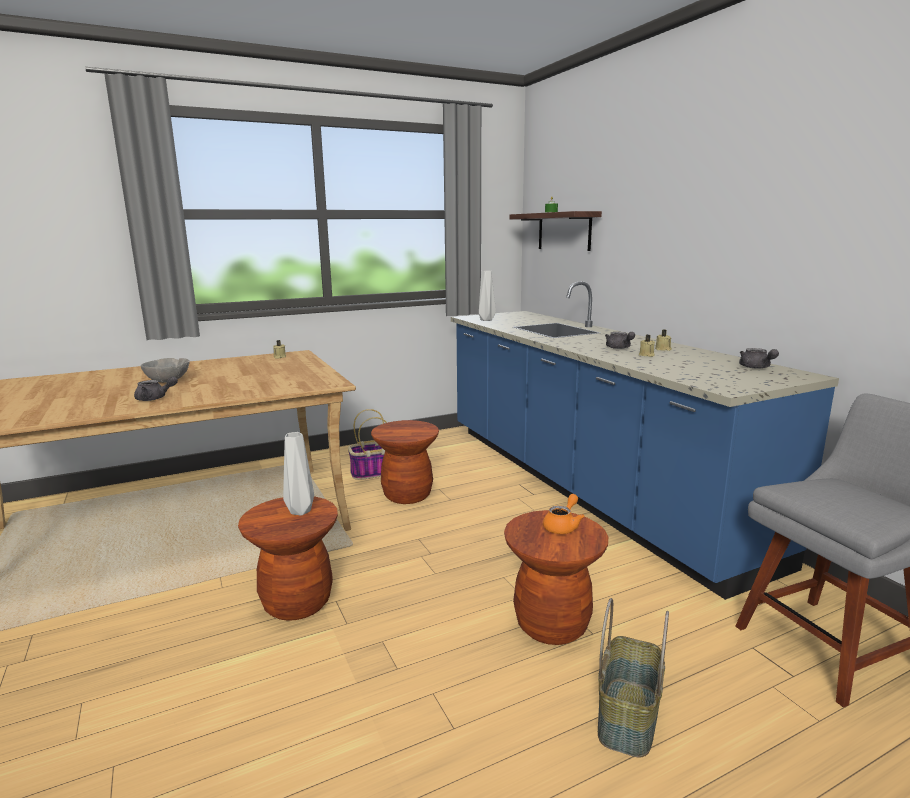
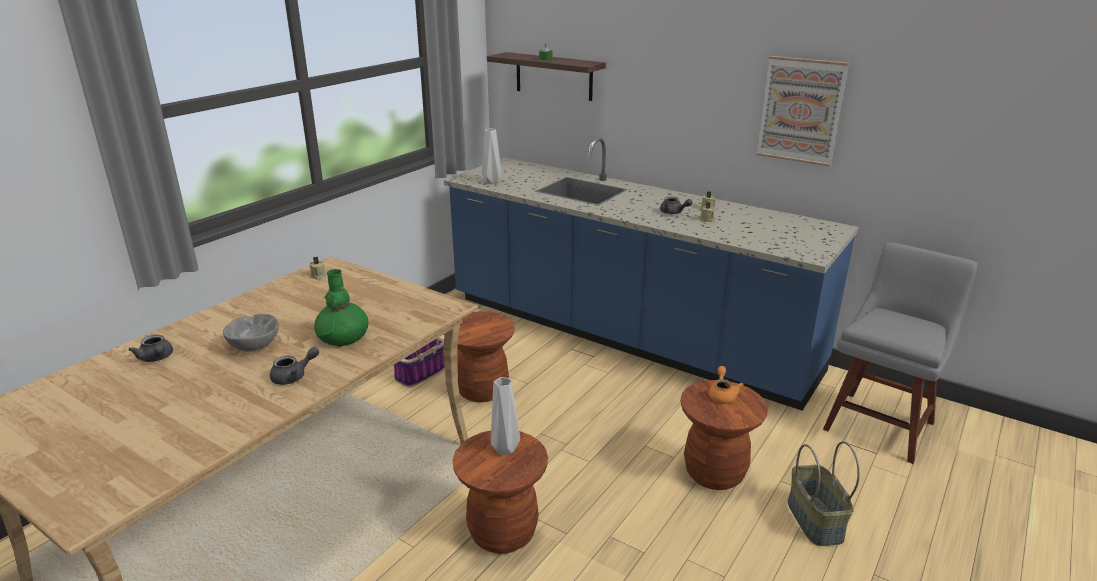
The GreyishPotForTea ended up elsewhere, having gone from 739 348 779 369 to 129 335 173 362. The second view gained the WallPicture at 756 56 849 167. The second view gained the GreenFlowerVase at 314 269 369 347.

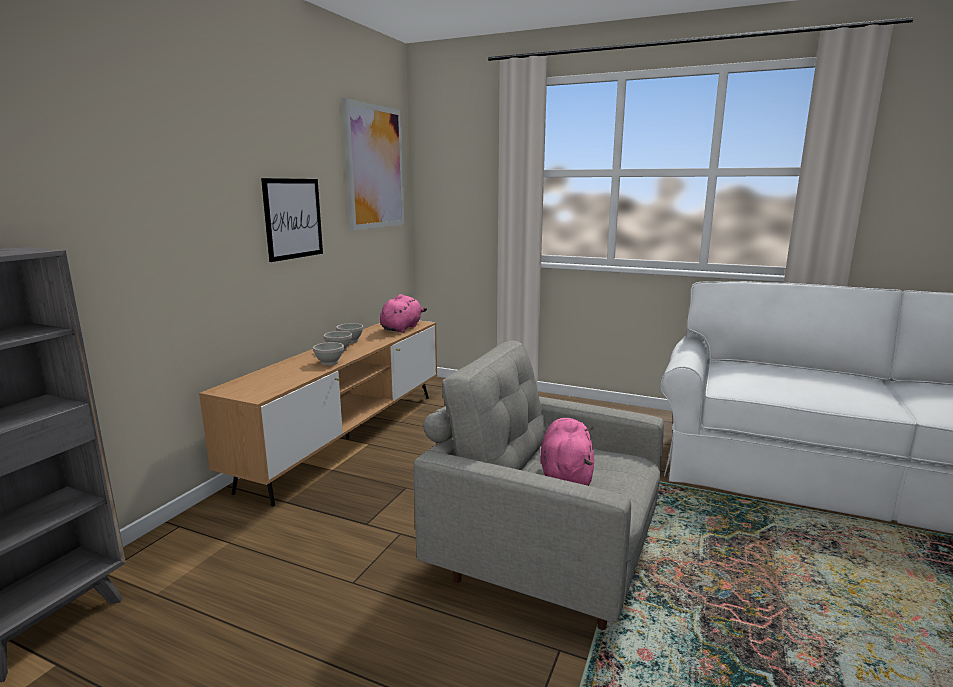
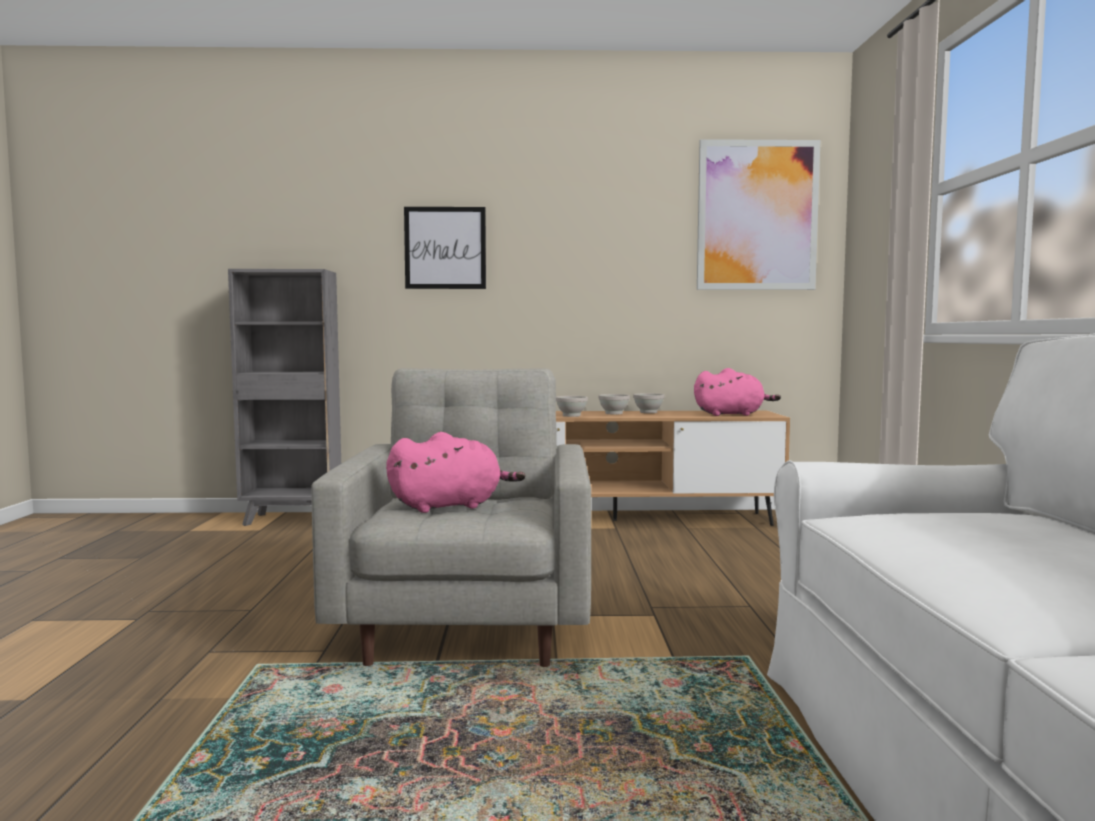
The WallPicture ended up elsewhere, having gone from 261 178 323 262 to 404 207 486 289.

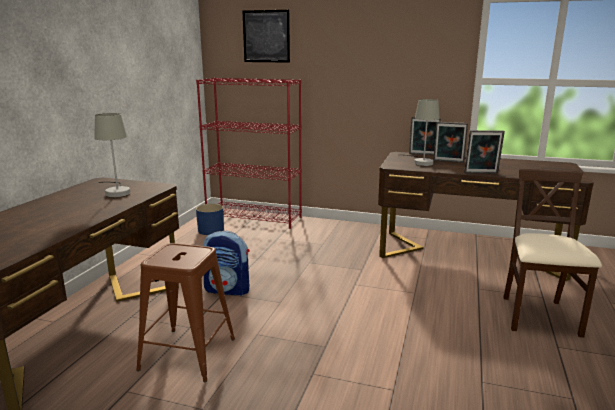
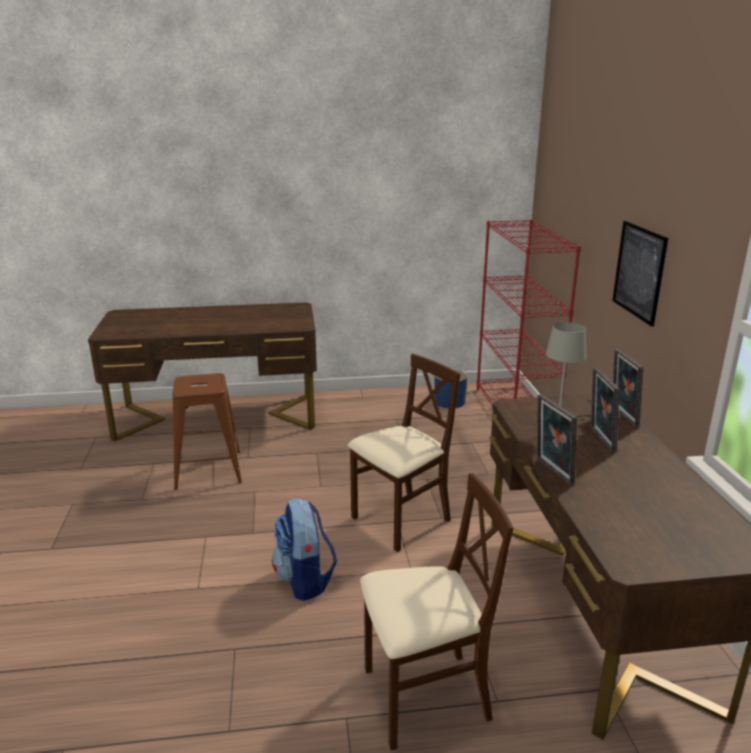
The WallPicture ended up elsewhere, having gone from 243 10 290 63 to 612 221 668 327. The second view lost the GreyishLampForATable at 94 113 130 198. The Knapsack ended up elsewhere, having gone from 203 231 249 296 to 272 497 337 601. The second view gained the SandColouredUprightChair at 348 354 460 552.

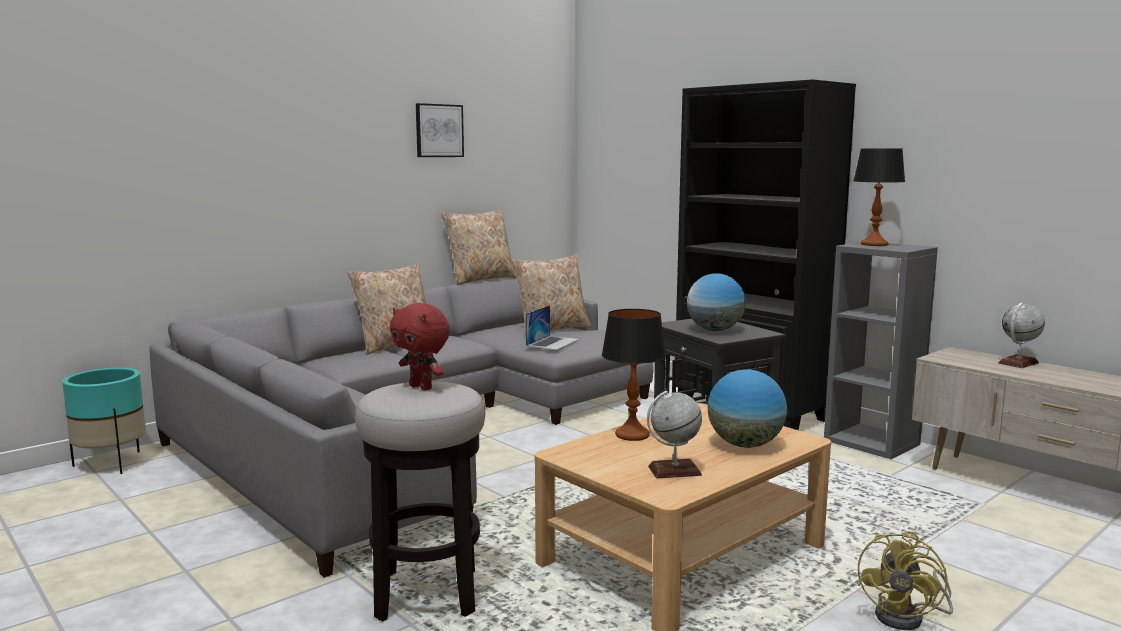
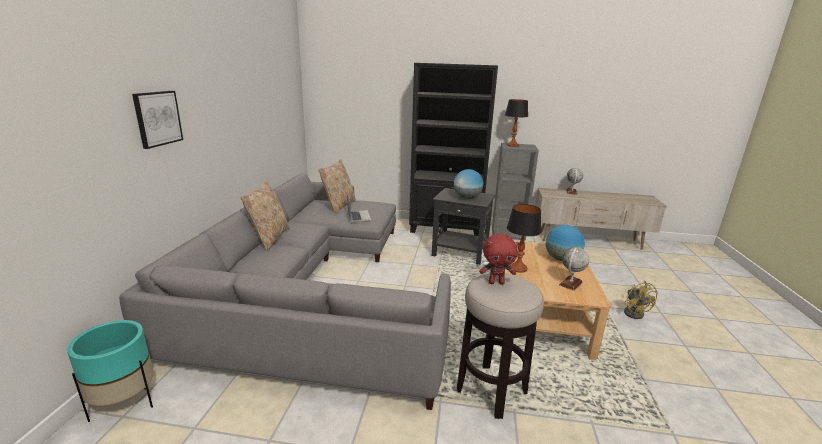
The WallPicture ended up elsewhere, having gone from 416 103 464 157 to 132 91 183 149. The second view lost the SandColouredThrowPillow at 441 209 516 285.

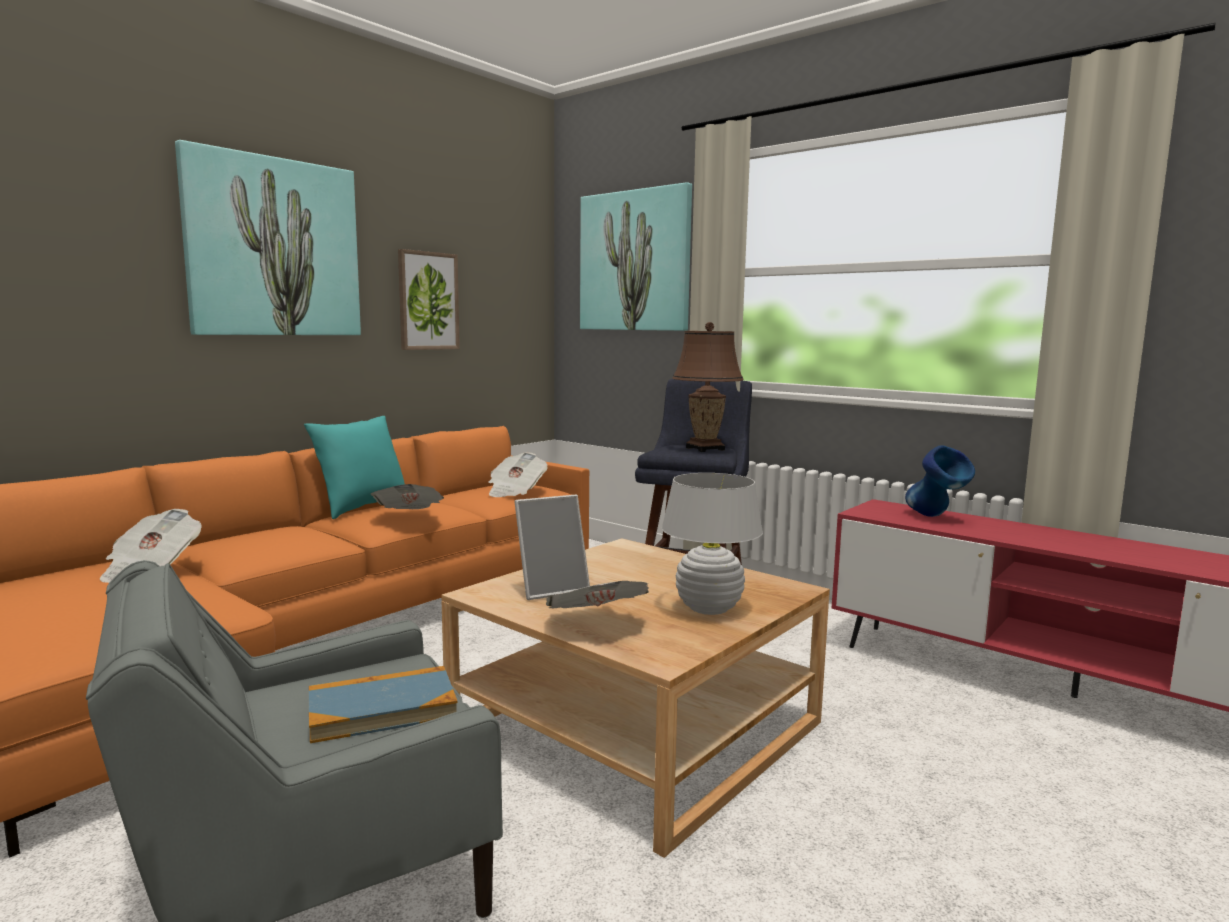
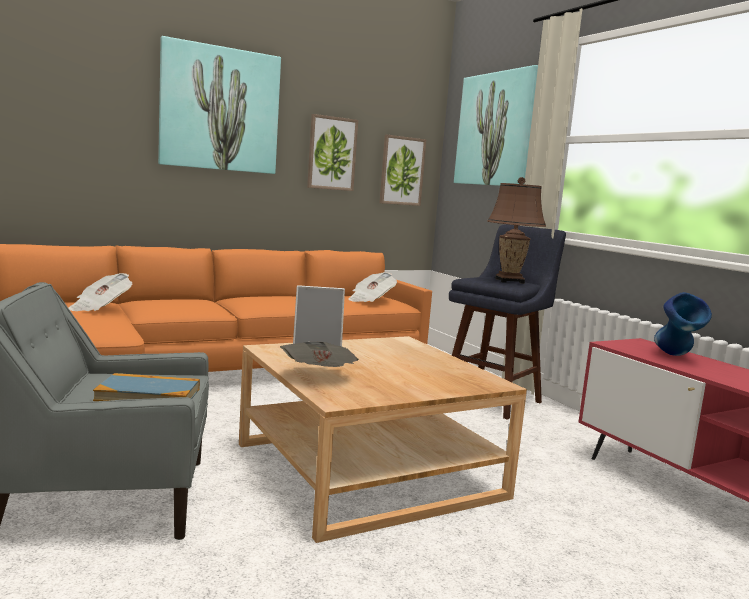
The second view lost the TurquoiseColouredThrowPillow at 304 416 405 519. The second view lost the WhiteColouredLampForATable at 662 473 763 615. The second view lost the PrintedPaper at 370 484 444 509. The second view gained the WallPicture at 379 135 426 206.

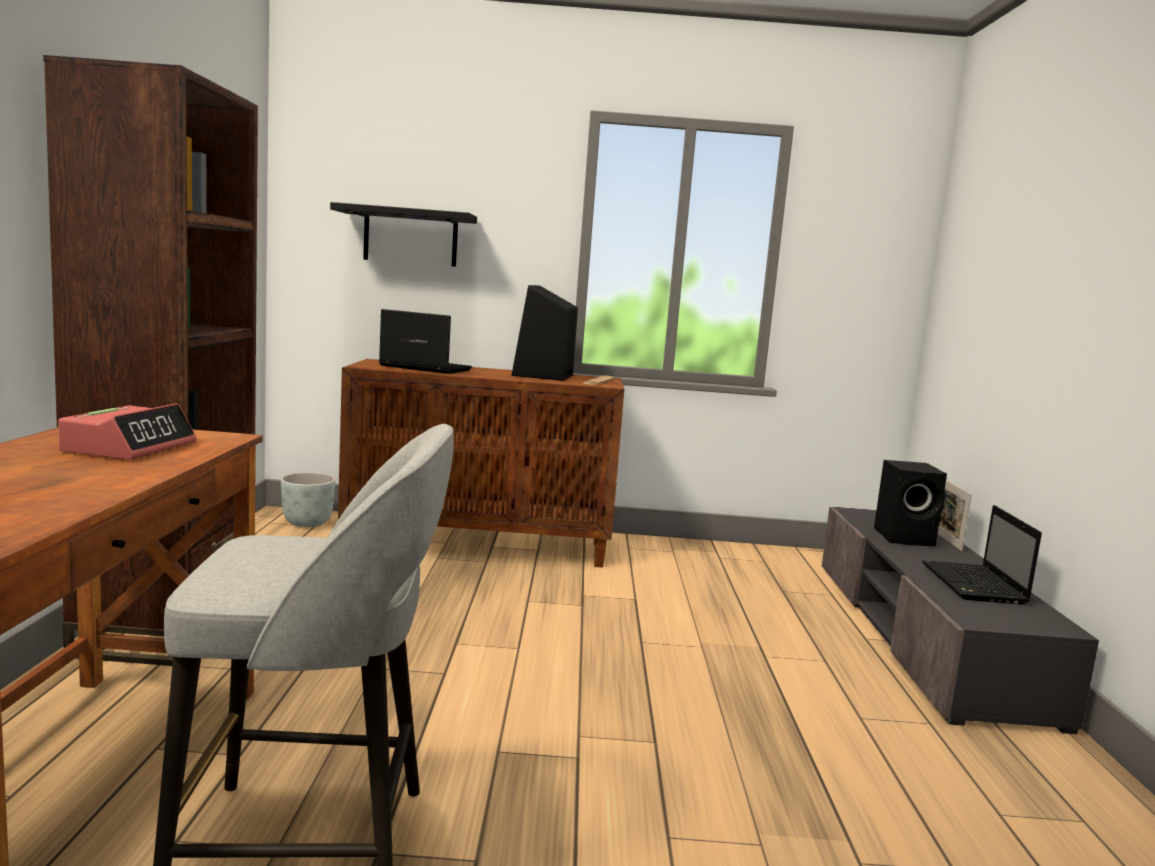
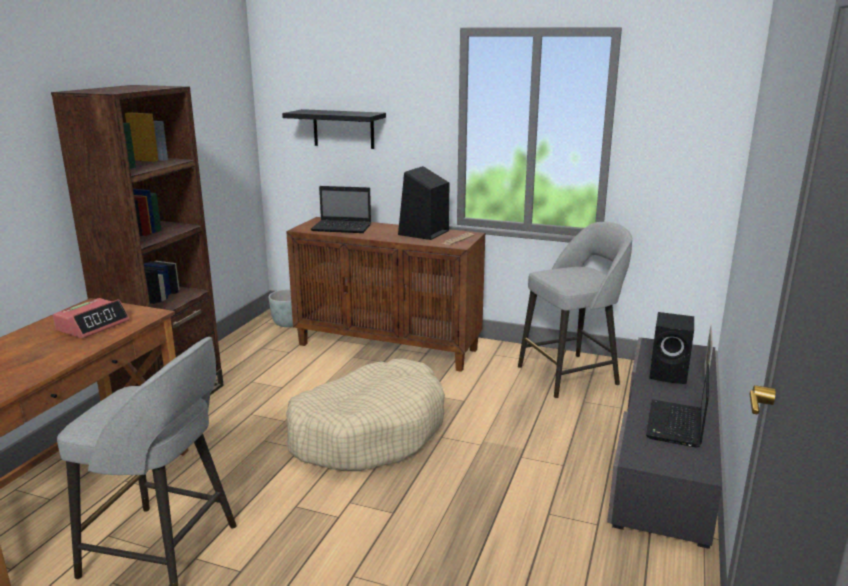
The NotebookComputer at 379 309 472 374 ended up facing another way, 150 degrees clockwise from before. The second view gained the GreyishStoolSeat at 518 222 632 398. The second view gained the SandColouredPetBed at 286 359 445 471.

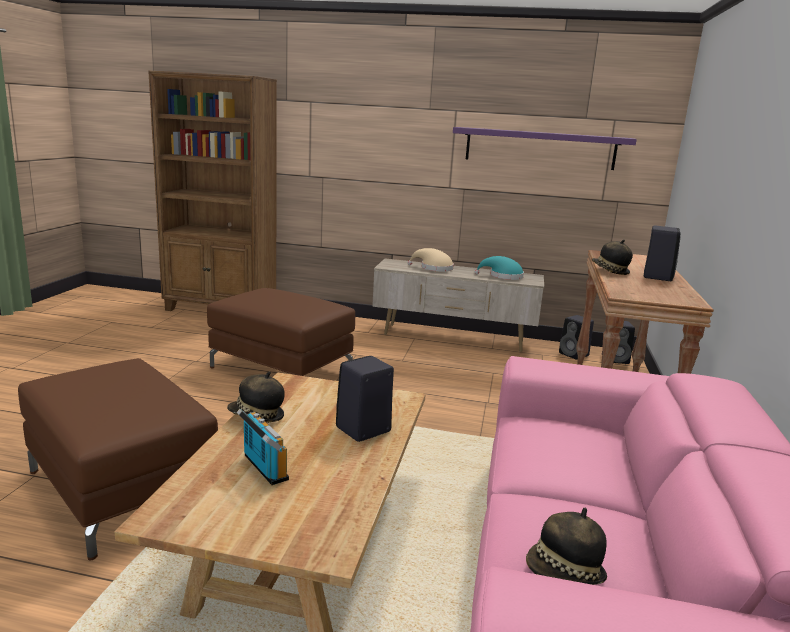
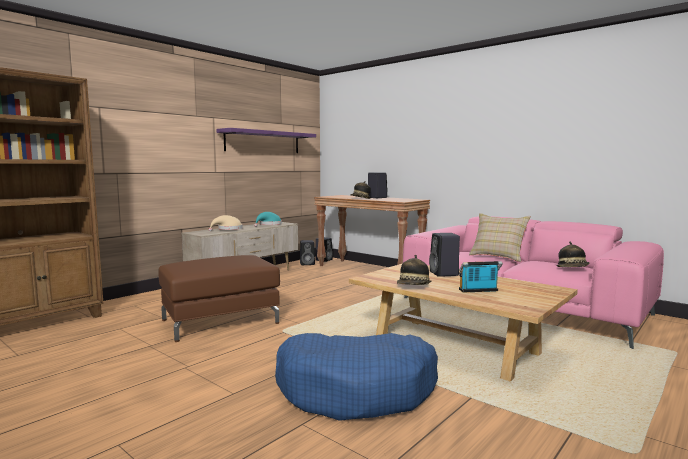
Where the BrownFootrest stood at 18 358 218 560, the BluishPetBed came to stand at 275 333 438 421. The second view gained the SandColouredThrowPillow at 469 213 531 262.

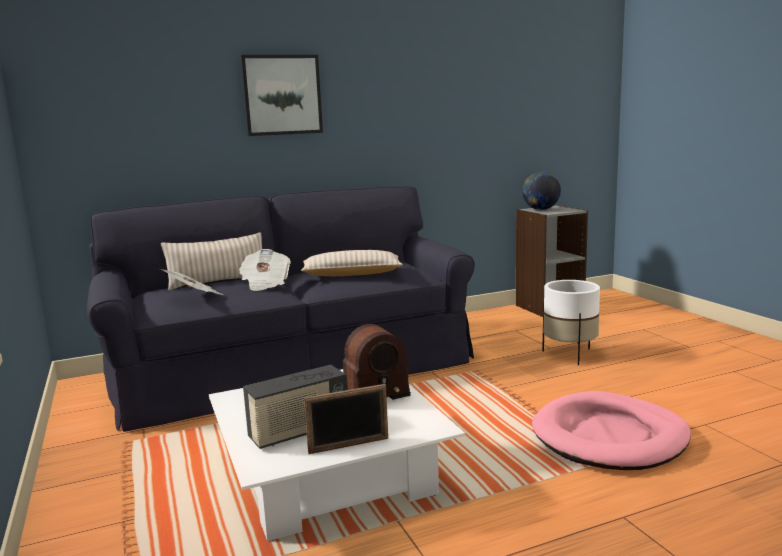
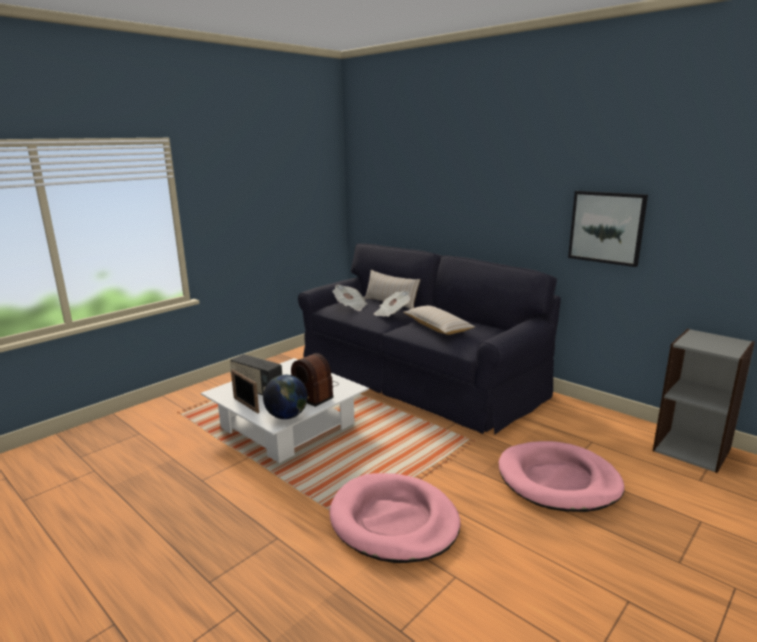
The WallPicture ended up elsewhere, having gone from 240 55 323 136 to 568 191 648 267. The WorldGlobe ended up elsewhere, having gone from 522 172 561 210 to 263 375 308 419. Where the WhiteColouredPlanter stood at 542 280 600 365, the PinkColouredPetBed came to stand at 499 441 625 512.

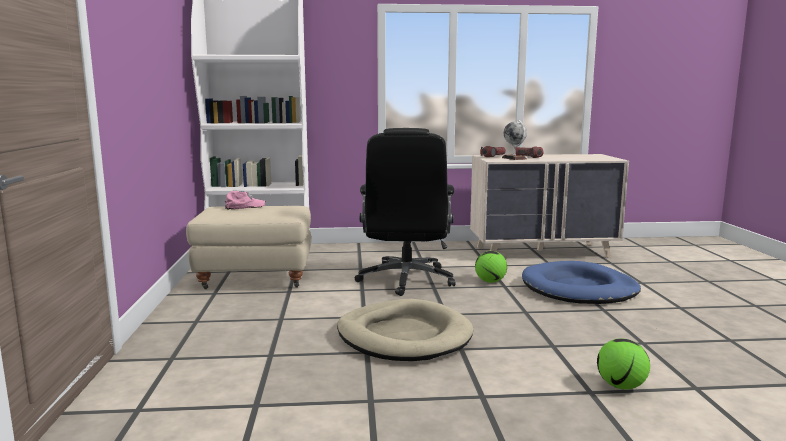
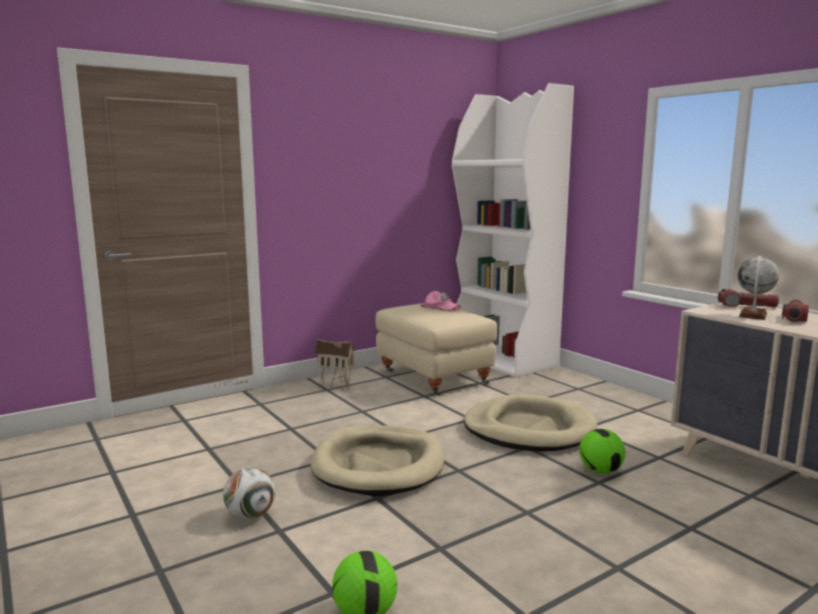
Where the BlackishOfficeChair stood at 354 128 456 296, the SandColouredPetBed came to stand at 464 394 598 451. The second view lost the BluishPetBed at 522 261 641 304. The second view gained the ModelHouse at 315 339 356 391. The second view gained the BallForFootball at 223 467 275 520.

